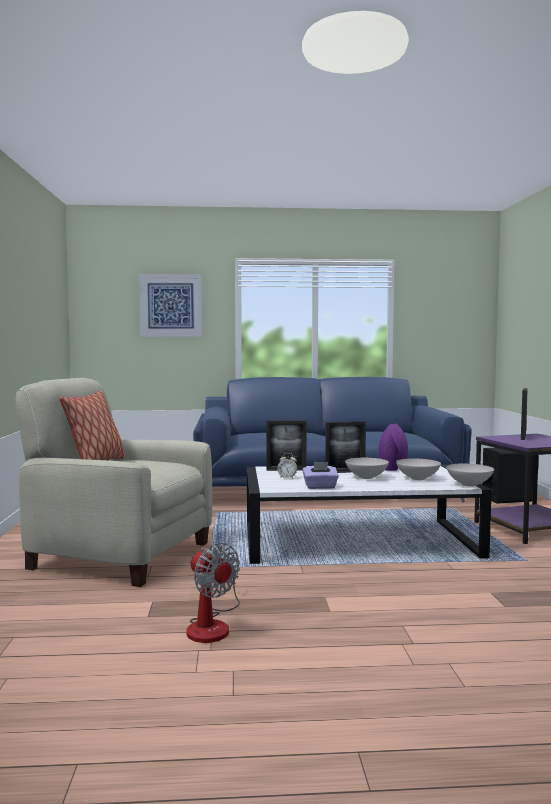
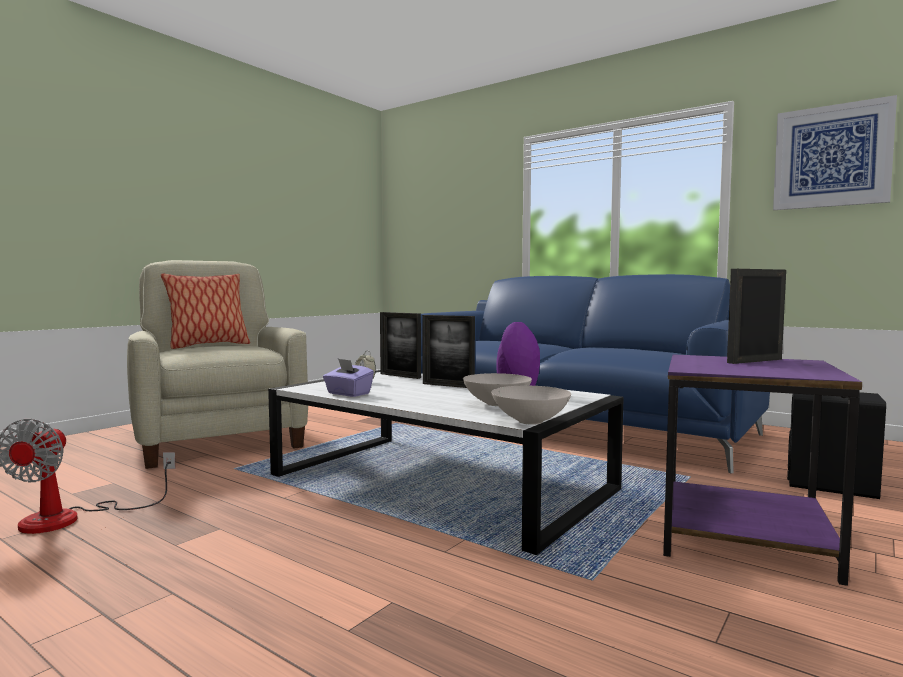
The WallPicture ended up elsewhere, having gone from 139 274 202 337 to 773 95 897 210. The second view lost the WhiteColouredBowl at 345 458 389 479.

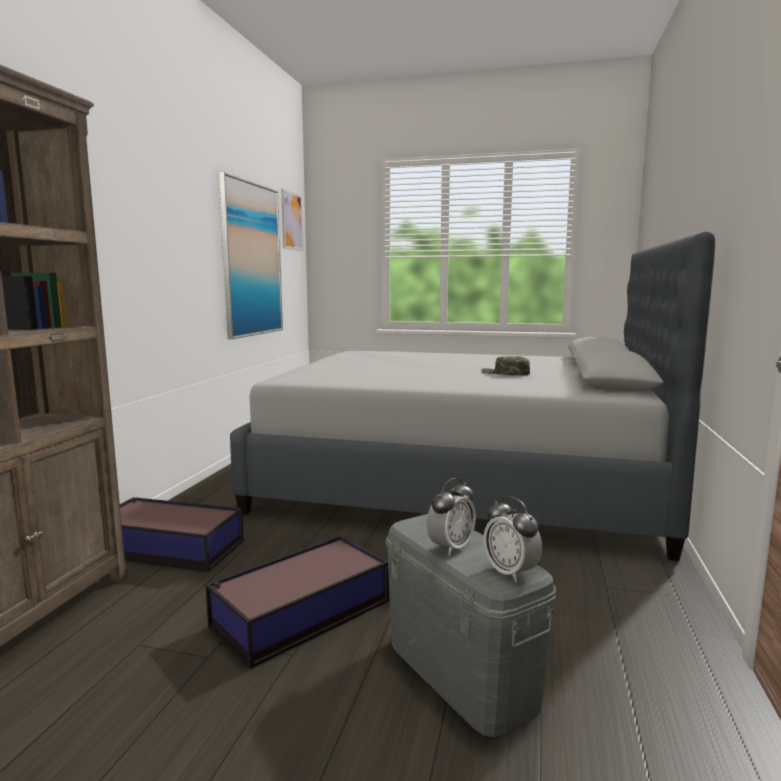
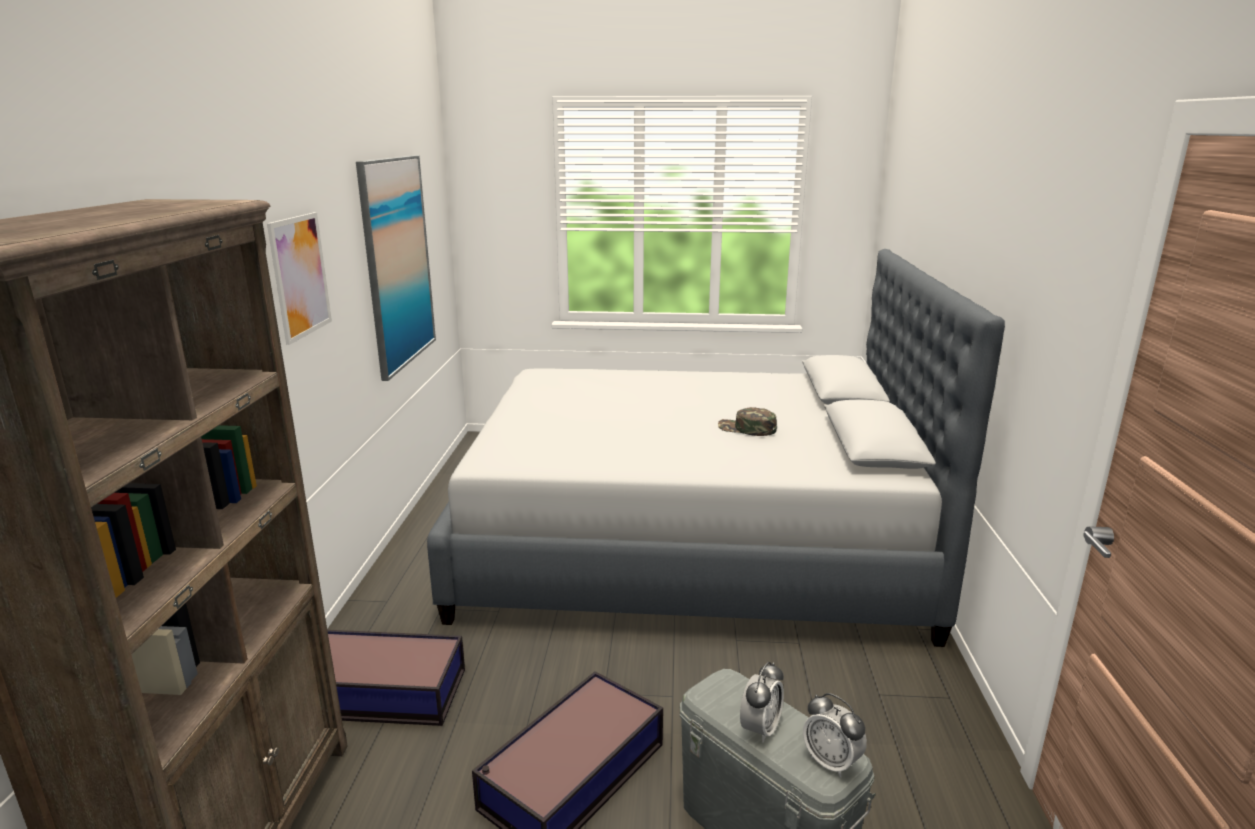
The WallPicture ended up elsewhere, having gone from 281 189 303 251 to 267 212 332 345.

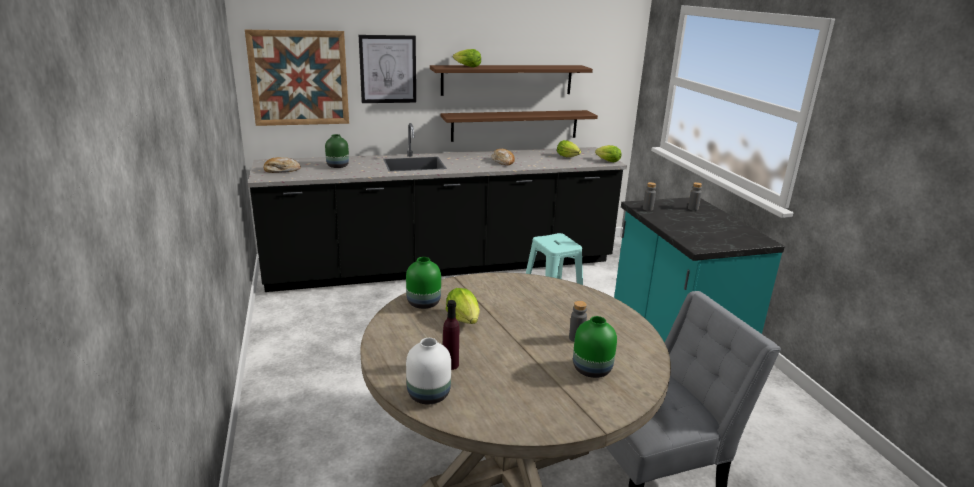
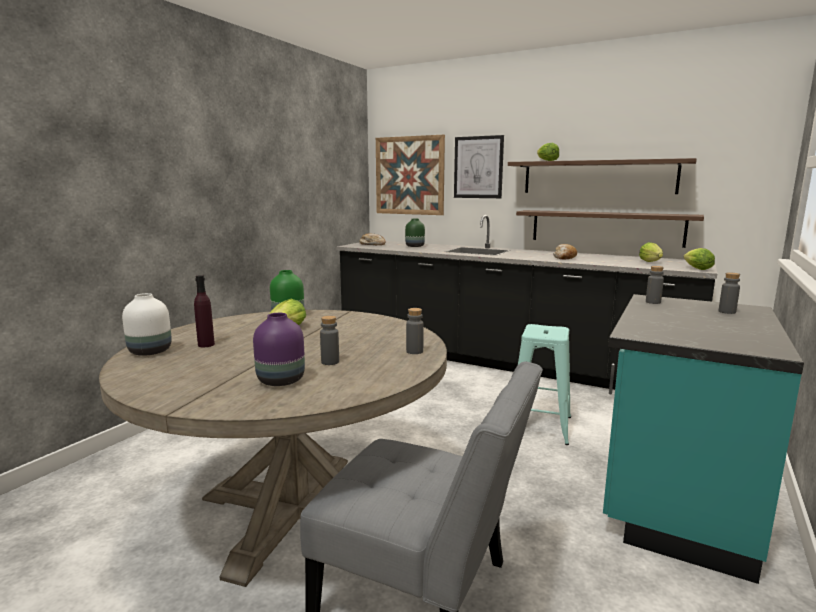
What was the GreenFlowerVase at 573 316 617 378 turned into the PurplishFlowerVase at 253 313 305 386. The second view gained the GreyishBeverageBottle at 406 308 424 354.

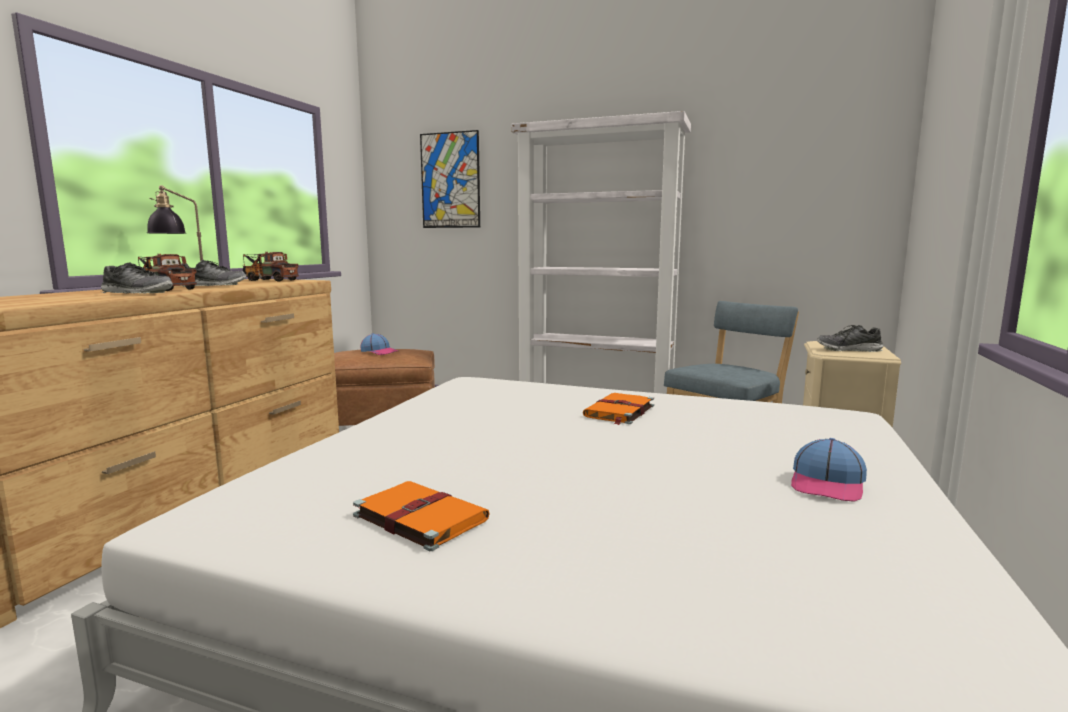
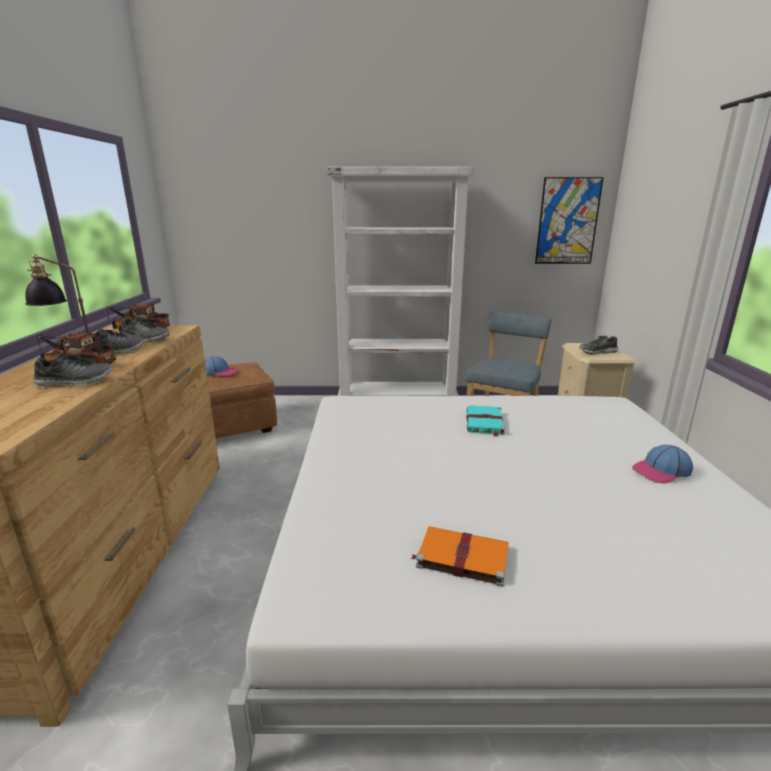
The WallPicture ended up elsewhere, having gone from 420 130 480 228 to 535 177 604 264. What was the OrangeVolume at 583 393 654 425 turned into the TurquoiseColouredVolume at 467 405 505 437. The Cap at 791 438 867 502 ended up facing another way, 60 degrees clockwise from before. The second view gained the LowShoe at 121 316 170 343.

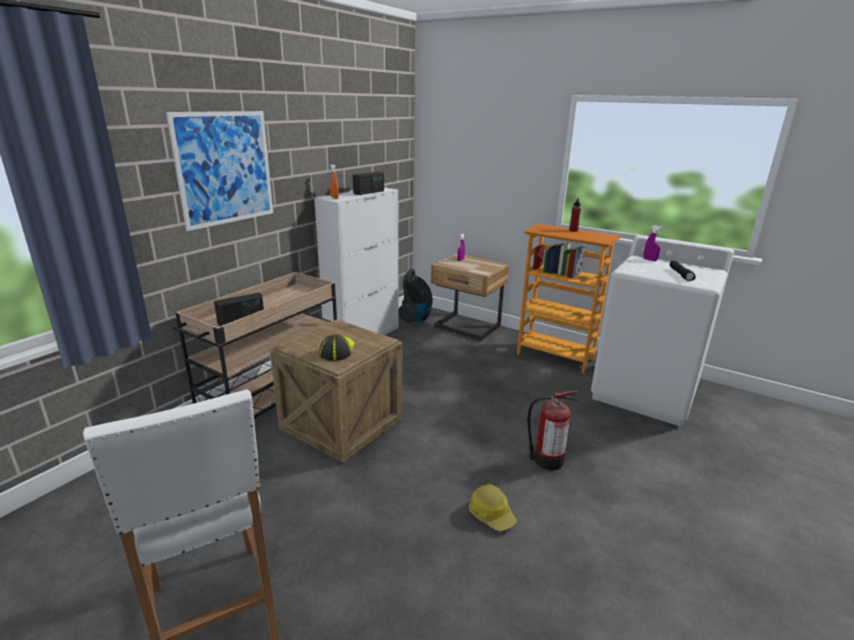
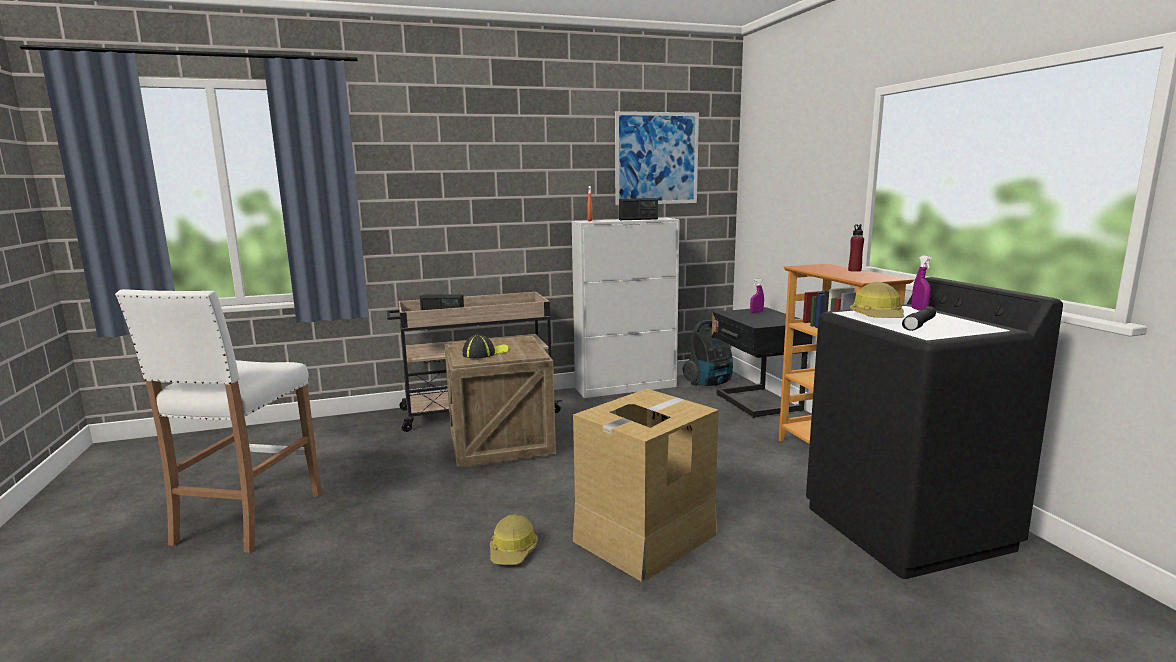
The WallPicture ended up elsewhere, having gone from 166 111 273 231 to 615 111 699 205. What was the WhiteColouredWashingMachine at 591 235 734 426 turned into the BlackishWashingMachine at 806 277 1063 579. What was the SandColouredNightstand at 431 253 509 341 turned into the BlackishNightstand at 712 307 813 418. Where the FireFightingCylinder stood at 528 390 578 470, the CardboardBox came to stand at 573 389 719 581. The second view gained the WorkHelmet at 850 282 904 318.

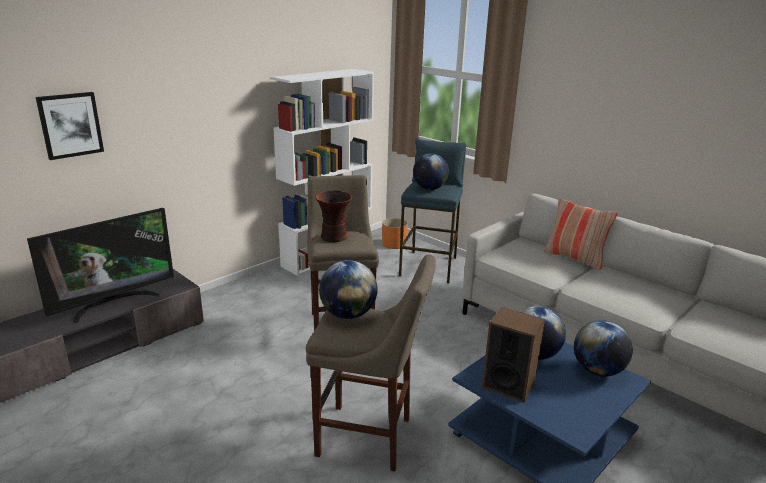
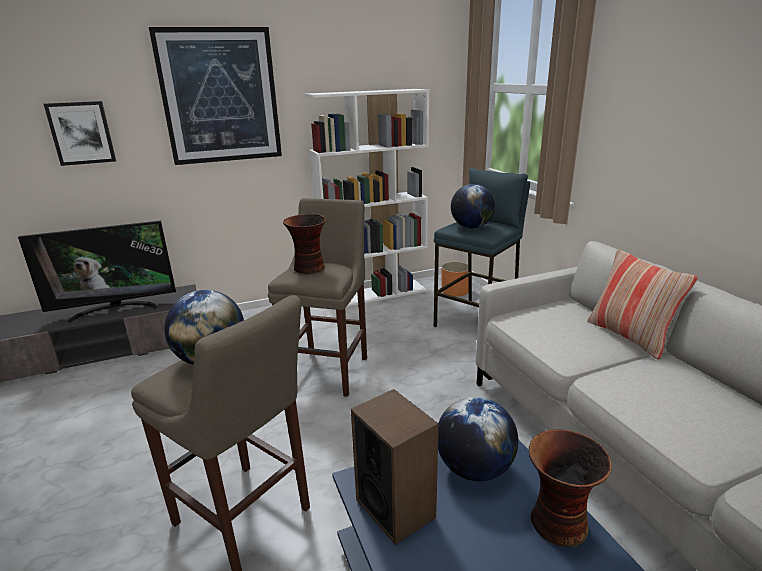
Where the WorldGlobe stood at 574 320 633 377, the FlowerVase came to stand at 529 429 612 547. The second view gained the WallPicture at 149 27 282 165.

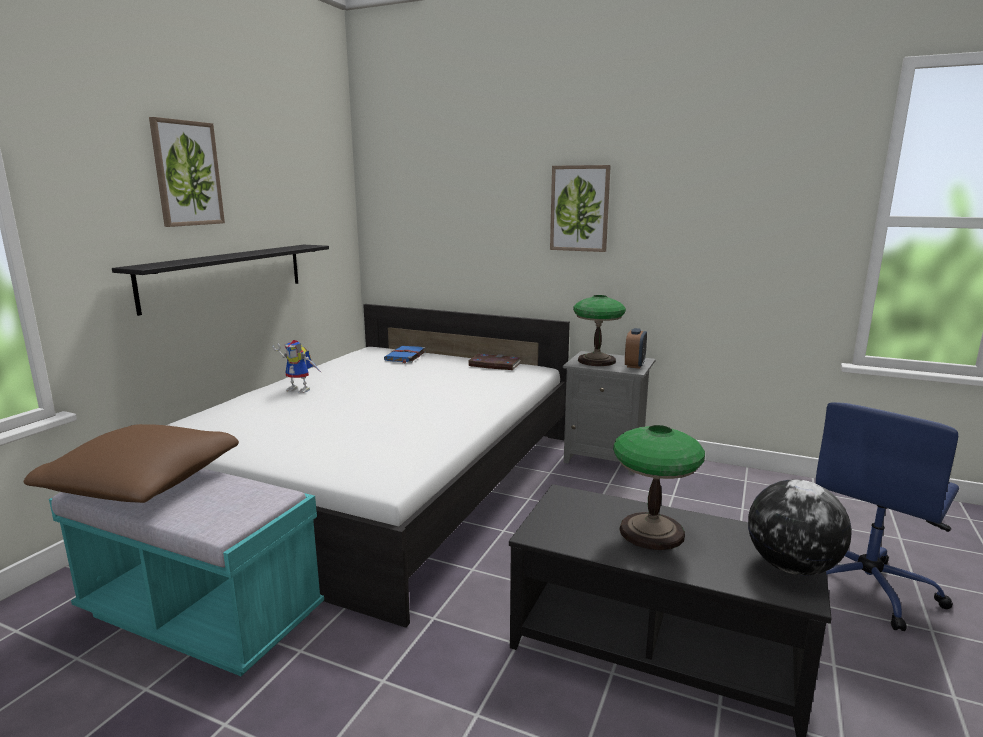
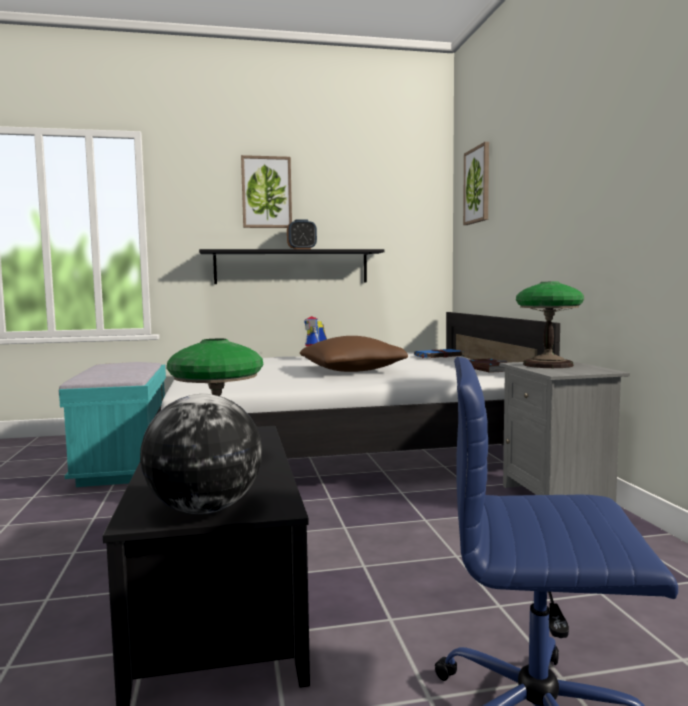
The WallPicture ended up elsewhere, having gone from 550 165 611 252 to 463 142 489 225. The AlarmClock ended up elsewhere, having gone from 625 328 647 369 to 287 219 317 249. The BrownThrowPillow ended up elsewhere, having gone from 24 424 239 503 to 300 336 408 372.

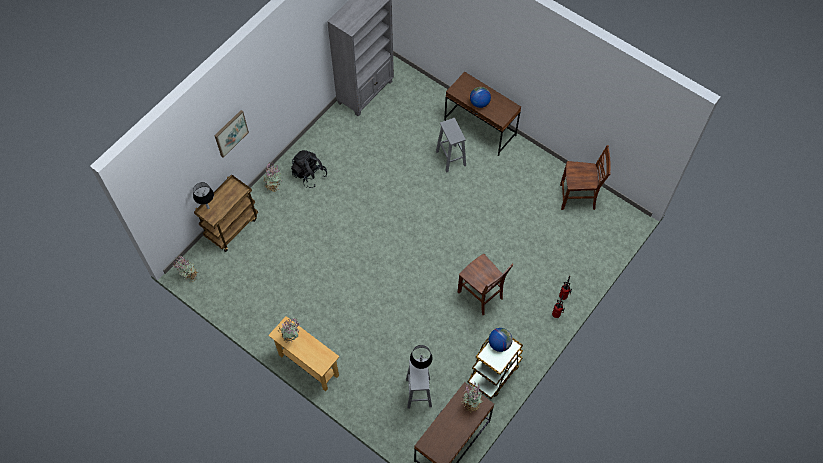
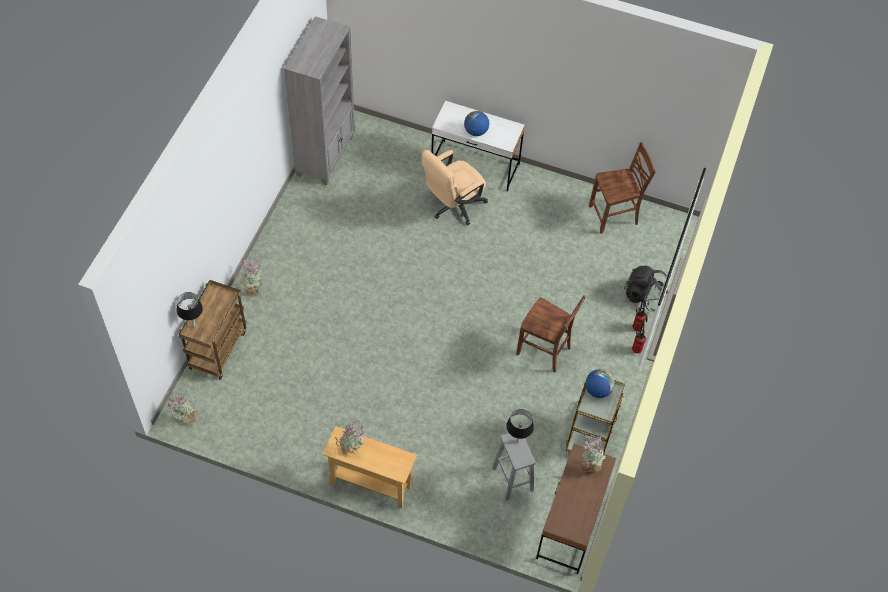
What was the BrownDesk at 444 72 521 156 turned into the WhiteColouredDesk at 431 101 525 191. The second view lost the WallPicture at 214 110 249 158. Where the GreyishStoolSeat stood at 436 118 466 173, the SandColouredOfficeChair came to stand at 421 150 488 225. The BlackishKnapsack ended up elsewhere, having gone from 291 150 327 188 to 624 265 668 311.

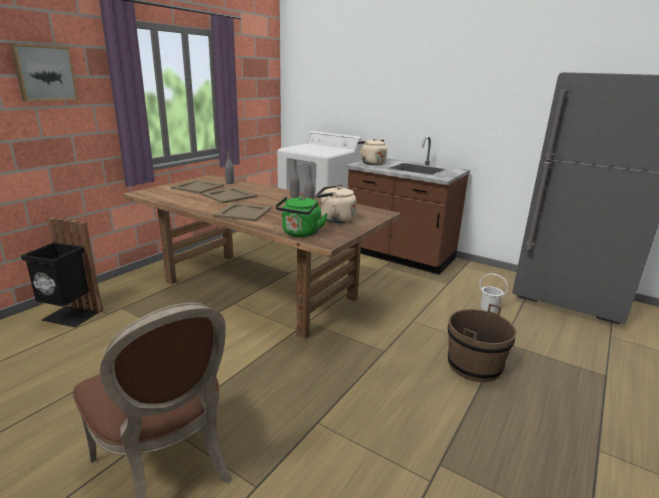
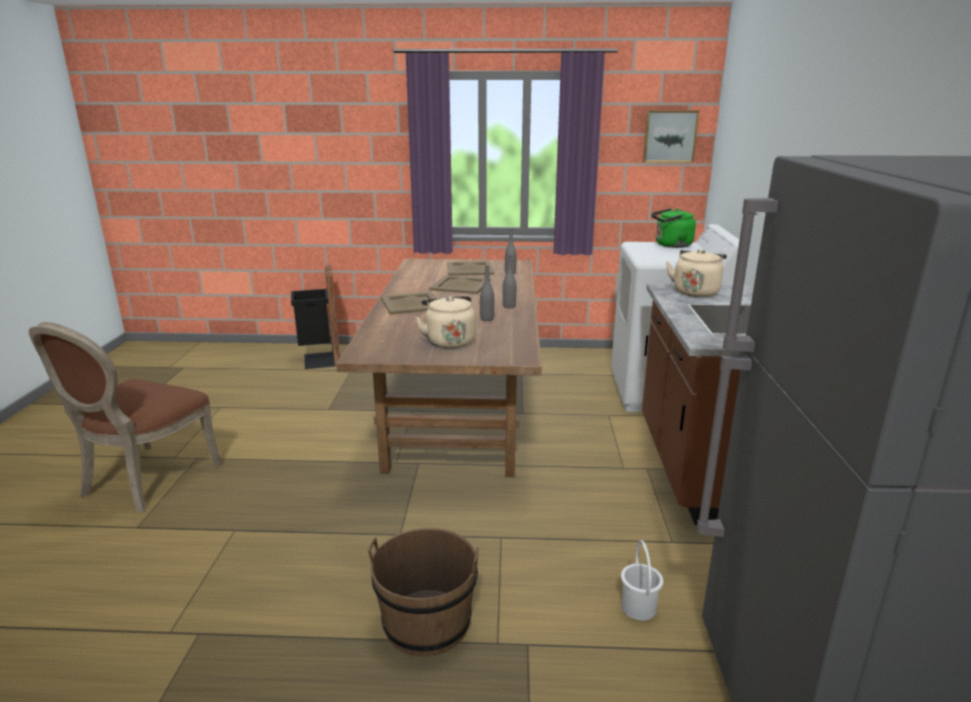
The WallPicture ended up elsewhere, having gone from 11 44 78 102 to 643 110 699 163. The GreenWaterKettle ended up elsewhere, having gone from 276 196 327 237 to 651 208 696 248.

